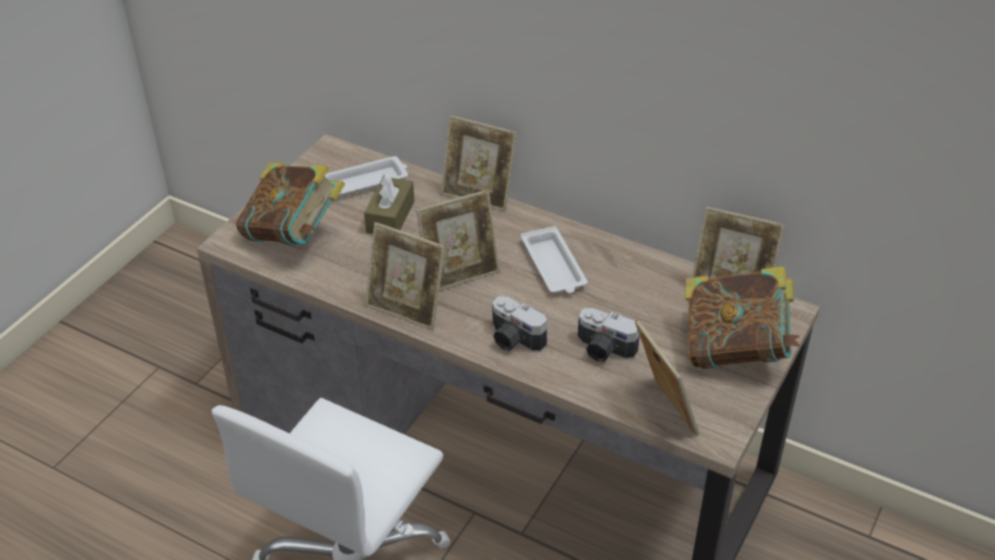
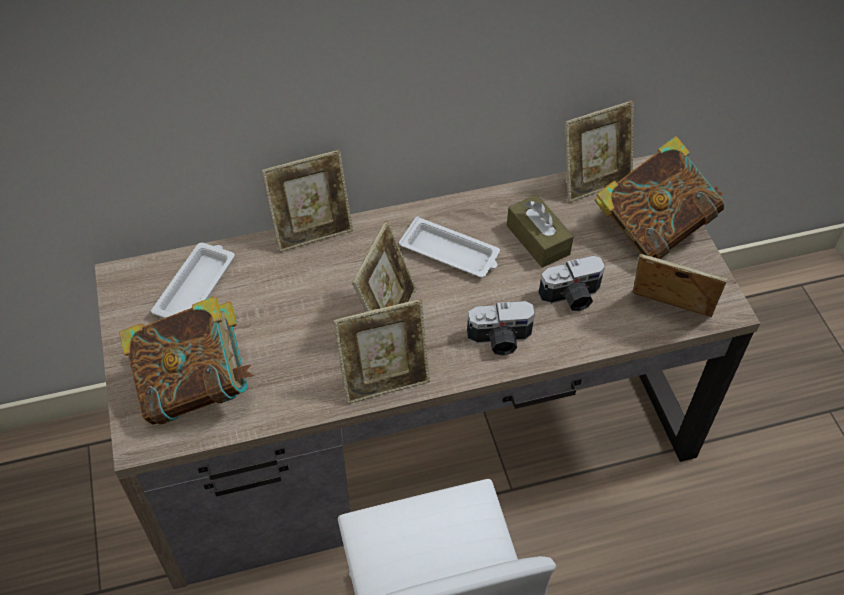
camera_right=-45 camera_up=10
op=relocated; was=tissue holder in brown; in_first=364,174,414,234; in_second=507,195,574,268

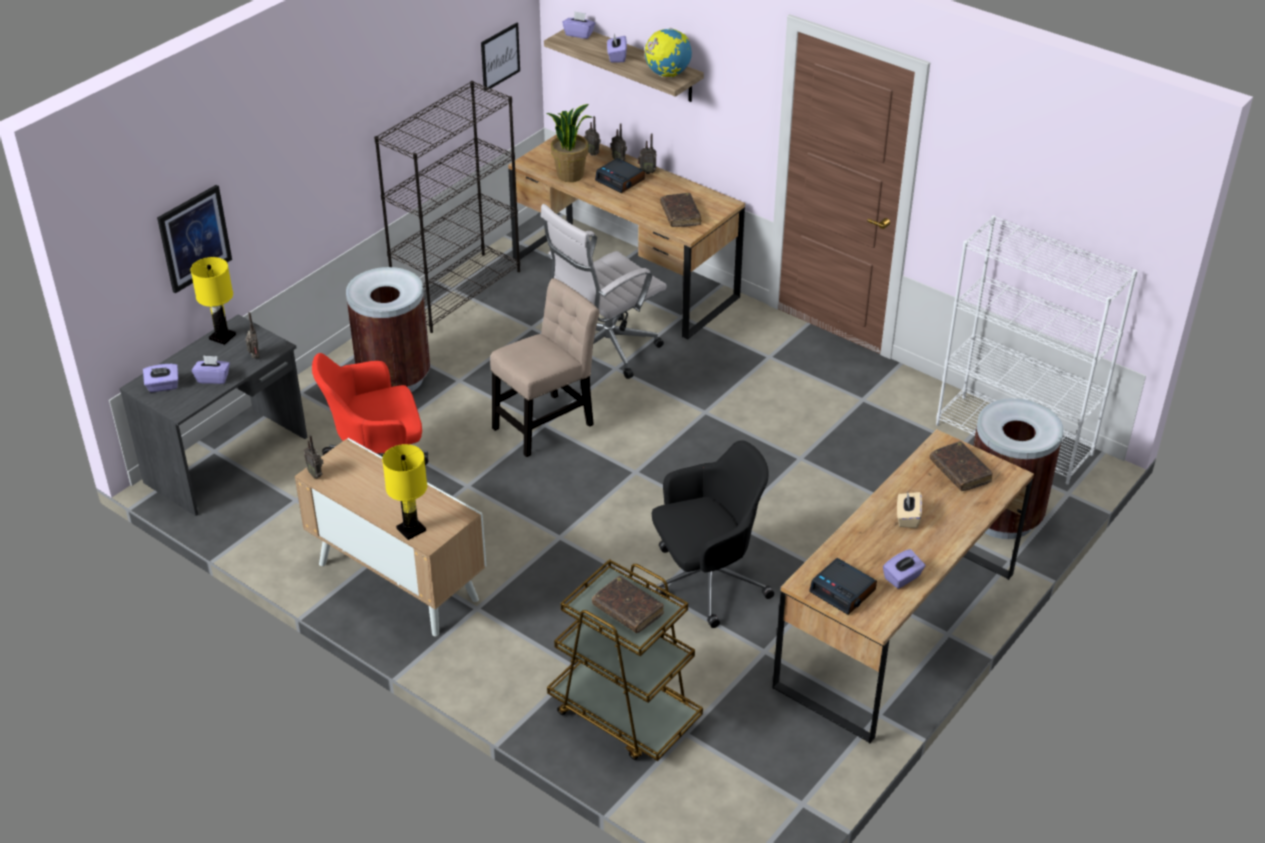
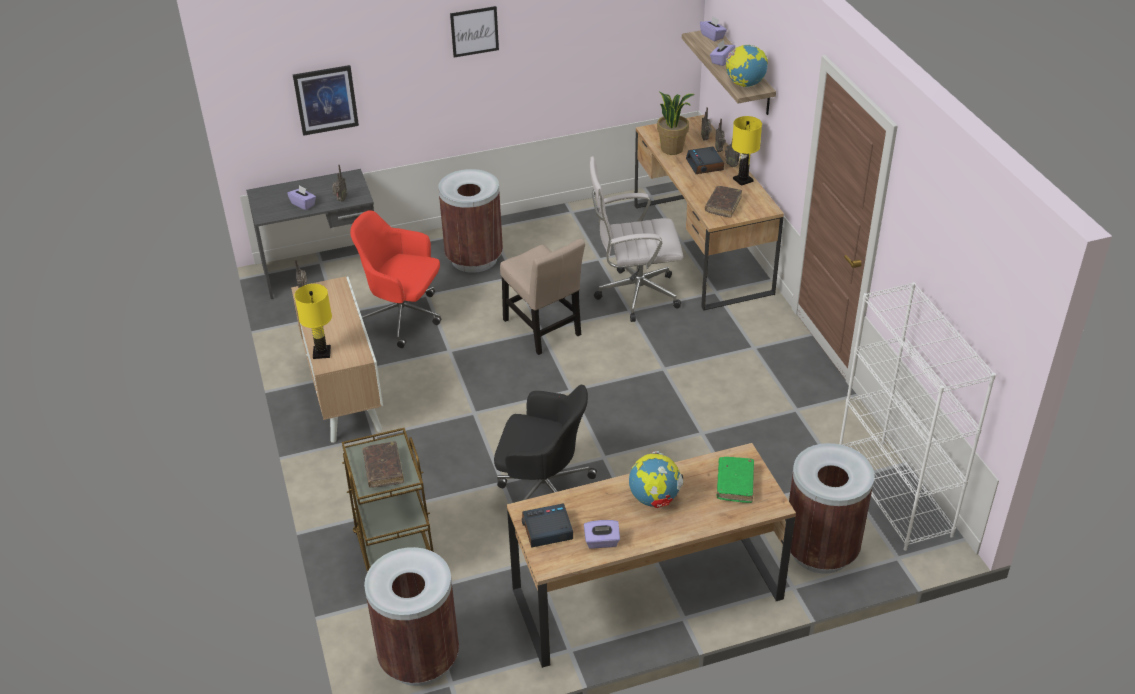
camera_right=35 camera_up=0
op=appeared; now=rubbish bin in brown; in_second=364,547,459,686
op=relocated; was=wall picture; in_first=481,23,520,92; in_second=450,6,499,57
op=spun; was=plain chair in beige; in_first=490,278,600,457; in_second=500,239,585,355; clockwise=60
op=spun; was=alarm clock; in_first=809,558,877,615; in_second=522,503,573,548; clockwise=90
op=exchanged; was=tissue holder in beige; now=world globe; in_first=897,492,922,528; in_second=629,451,683,508
op=colour; was=volume in brown; now=volume in green-coloured; in_first=930,441,993,491; in_second=717,457,754,503
op=relocated; was=tabletop lamp in yellow-coloured; in_first=190,257,236,345; in_second=732,116,762,186
op=missing; was=tissue holder in purple-coloured; in_first=143,364,179,392
op=missing; was=bookcase in black-coloured; in_first=374,81,520,333

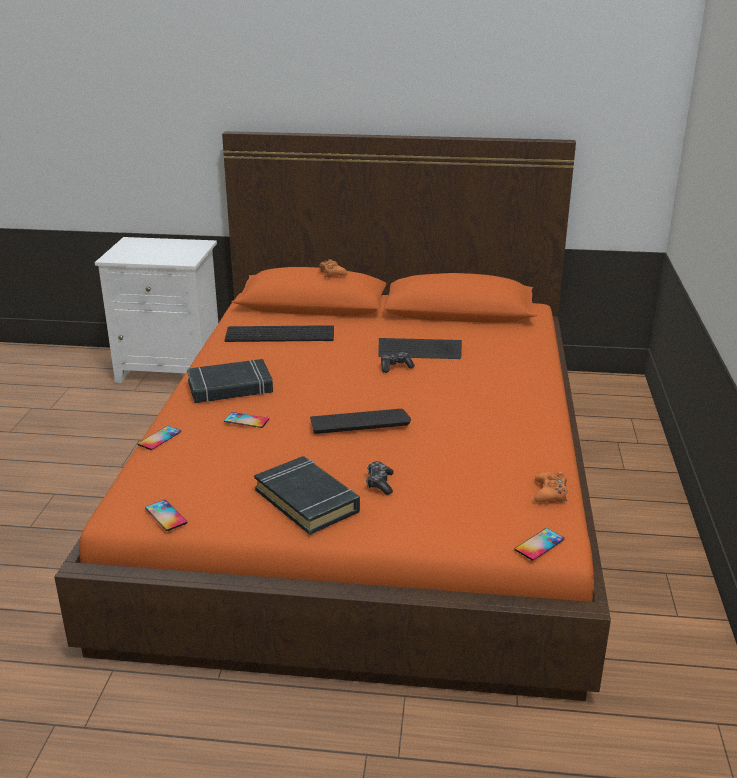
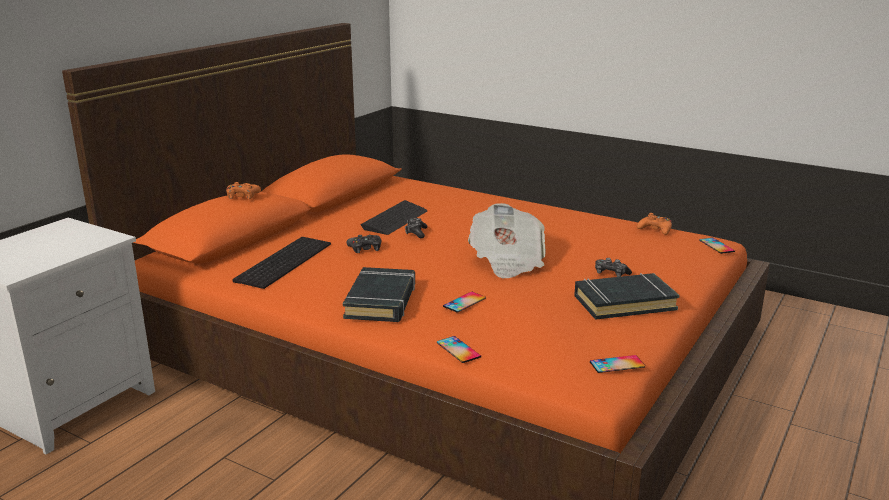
camera_right=-65 camera_up=-5
op=appeared; now=game controller in black-coloured; in_second=347,234,381,253
op=exchanged; was=keyboard; now=newspaper; in_first=310,409,411,434; in_second=468,203,546,279

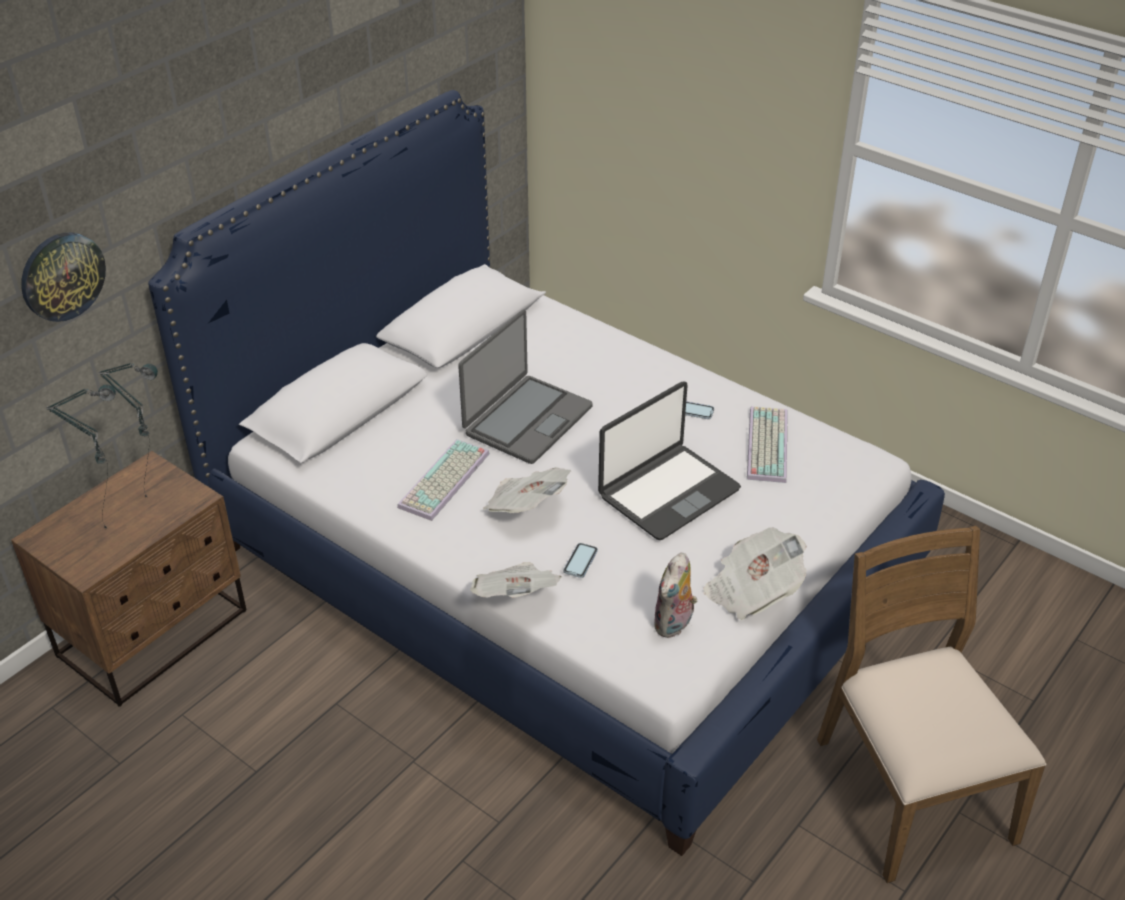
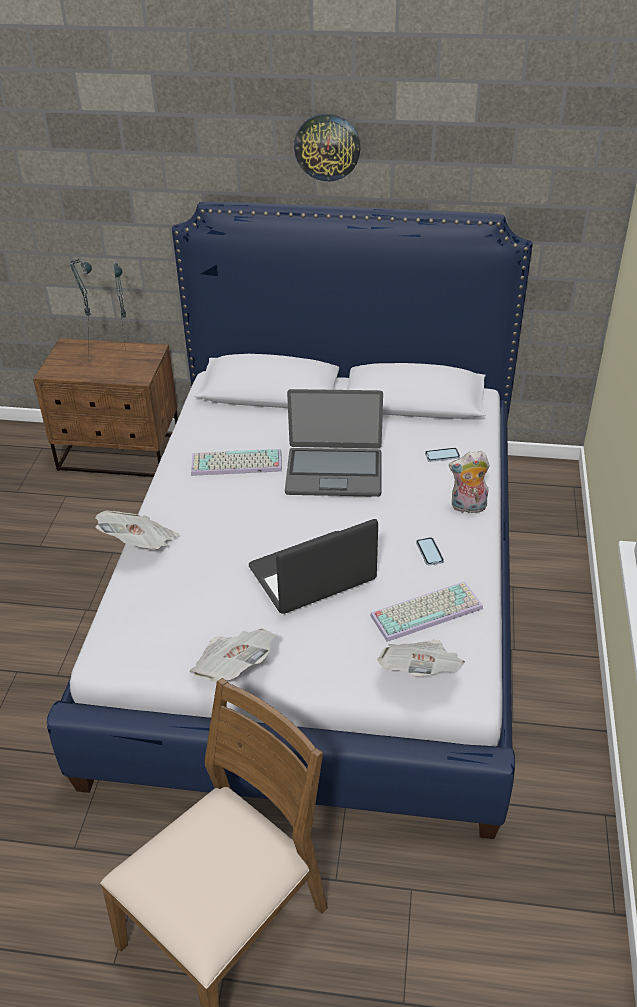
camera_right=60 camera_up=0
op=spun; was=notebook computer; in_first=598,381,741,540; in_second=249,519,378,614; clockwise=135
op=relocated; was=wall clock; in_first=21,233,106,322; in_second=294,114,360,181
op=relocated; was=newspaper; in_first=483,467,571,513; in_second=377,640,465,676
op=relocated; was=handset; in_first=563,543,598,578; in_second=425,448,460,462
op=relocated; was=cuddly toy; in_first=654,552,697,638; in_second=449,451,490,513

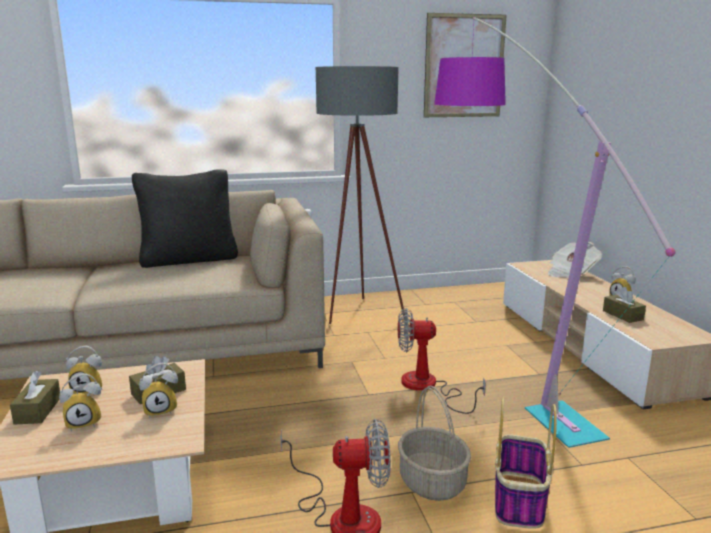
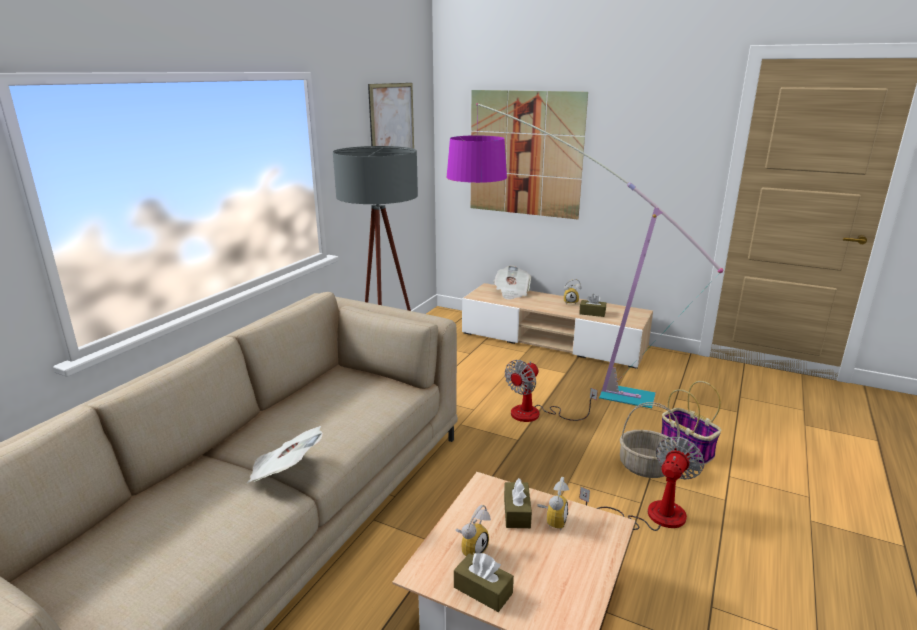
camera_right=-50 camera_up=5
op=appeared; now=newspaper; in_second=247,426,323,483
op=appeared; now=wall picture; in_second=471,90,588,219
op=missing; was=alarm clock; in_first=59,373,101,432
op=missing; was=throw pillow in black-coloured; in_first=132,169,238,268

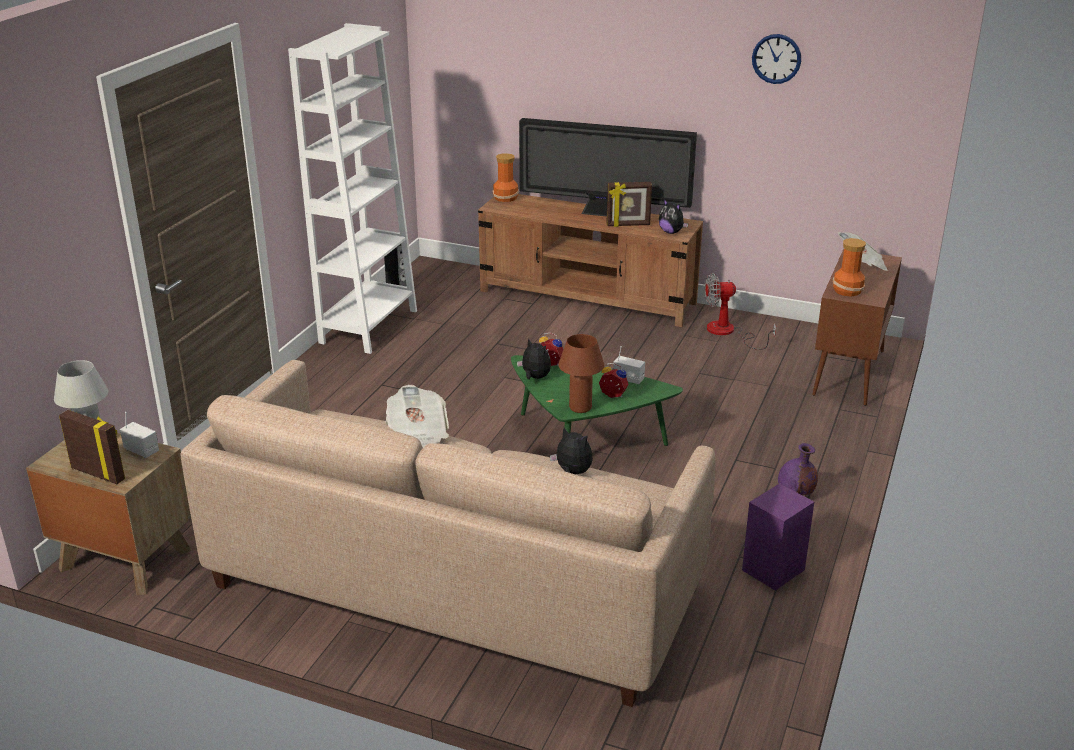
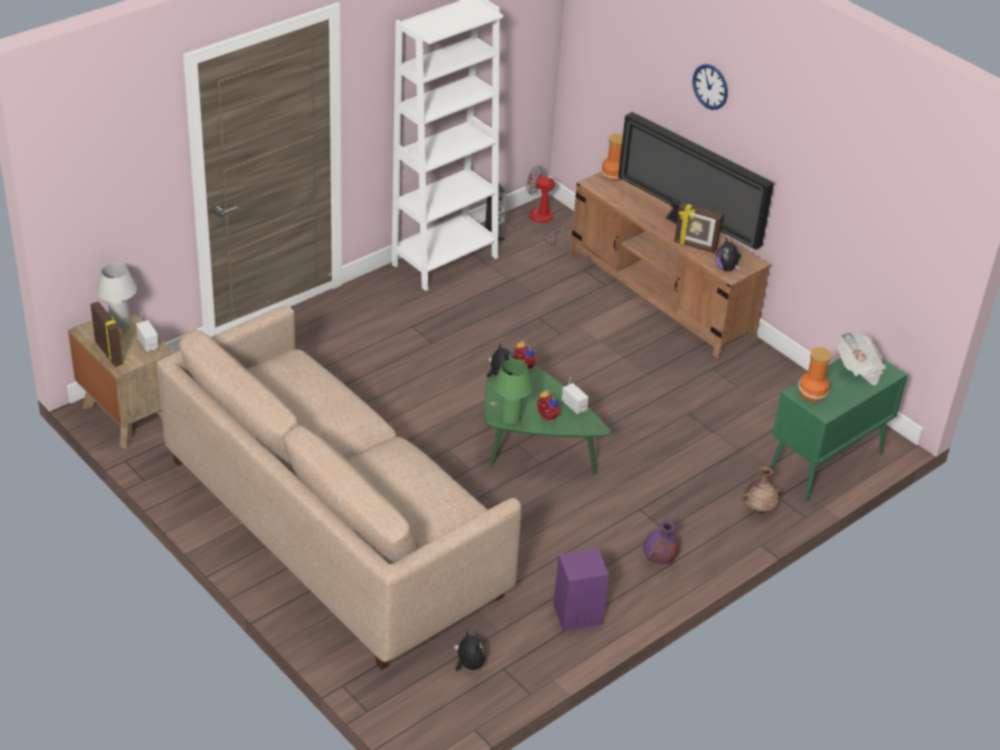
camera_right=25 camera_up=10
op=relocated; was=cuddly toy; in_first=550,428,593,474; in_second=454,630,486,671
op=colour; was=tabletop lamp in brown; now=tabletop lamp in green-coloured; in_first=558,334,604,413; in_second=493,359,534,425
op=relocated; was=cooling fan; in_first=705,273,776,350; in_second=526,165,563,245
op=relocated; was=wall clock; in_first=752,34,801,84; in_second=693,64,728,110
op=appeared; now=vase in brown; in_second=742,466,782,513
op=colour; was=cabinet in brown; now=cabinet in green-coloured; in_first=812,249,902,406; in_second=770,358,908,502
op=missing; was=newspaper; in_first=385,385,449,447

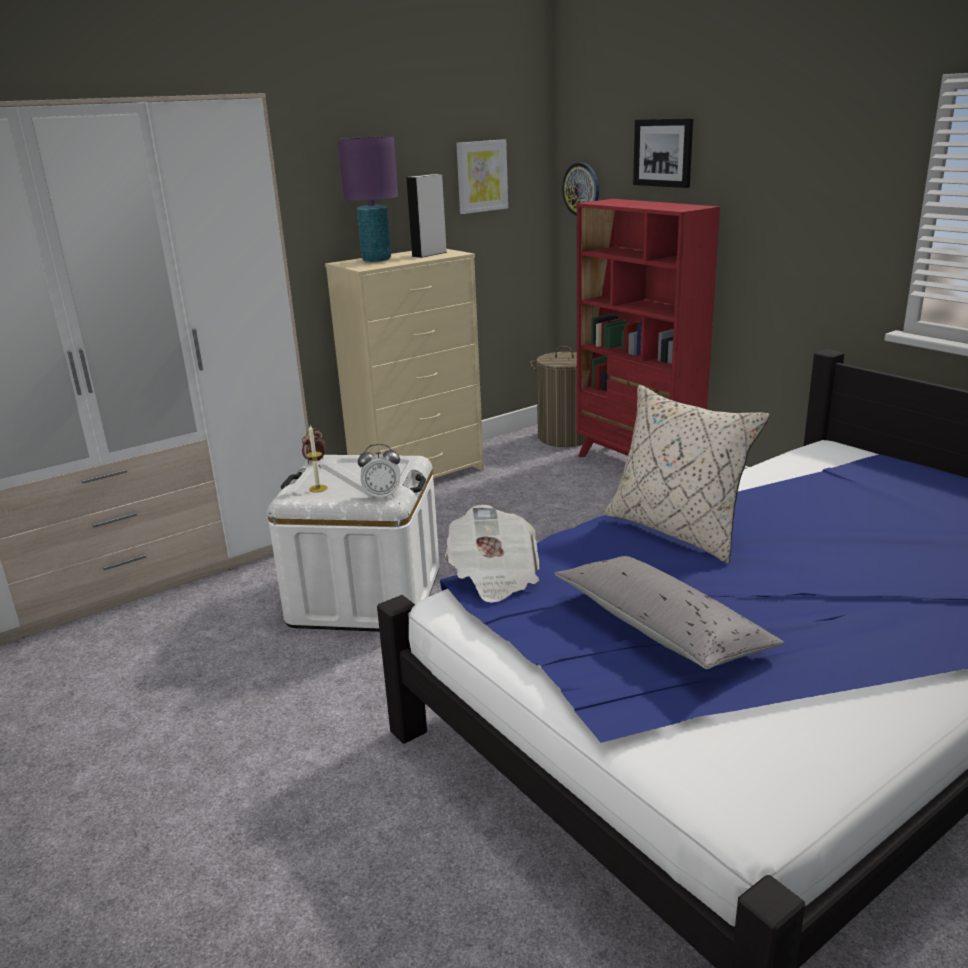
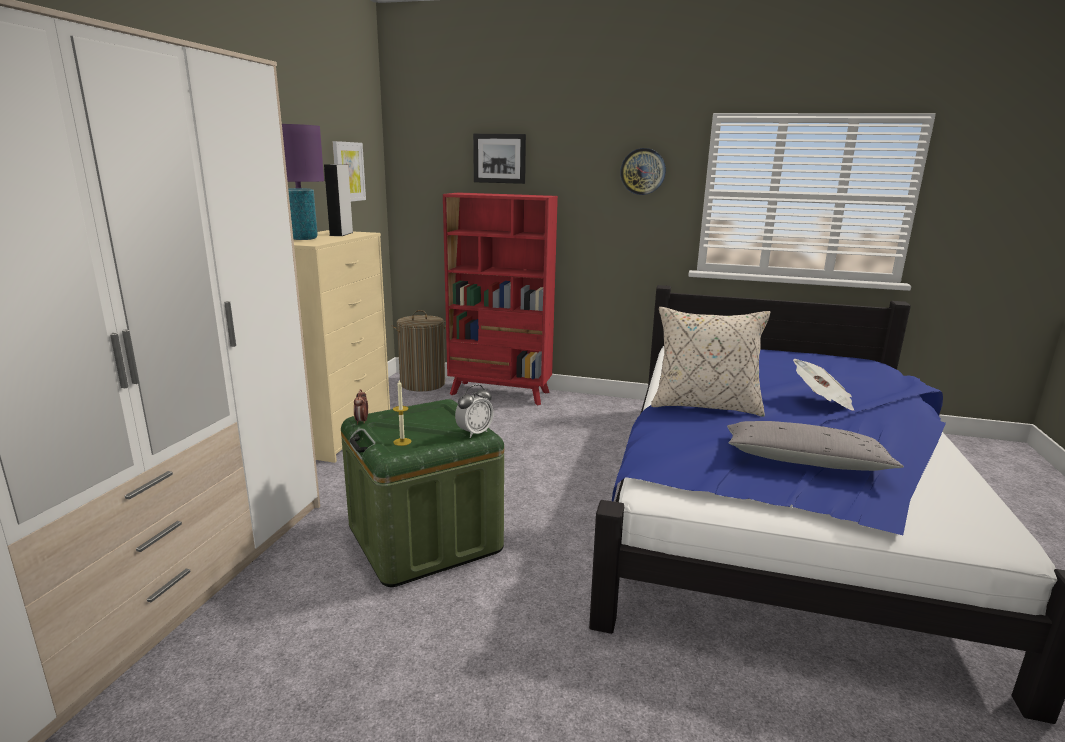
camera_right=-40 camera_up=-5
op=colour; was=storage box in white; now=storage box in green-coloured; in_first=267,455,440,632; in_second=341,399,504,587
op=relocated; was=wall clock; in_first=562,163,599,216; in_second=620,148,666,195
op=relocated; was=newspaper; in_first=445,505,539,603; in_second=793,359,854,411

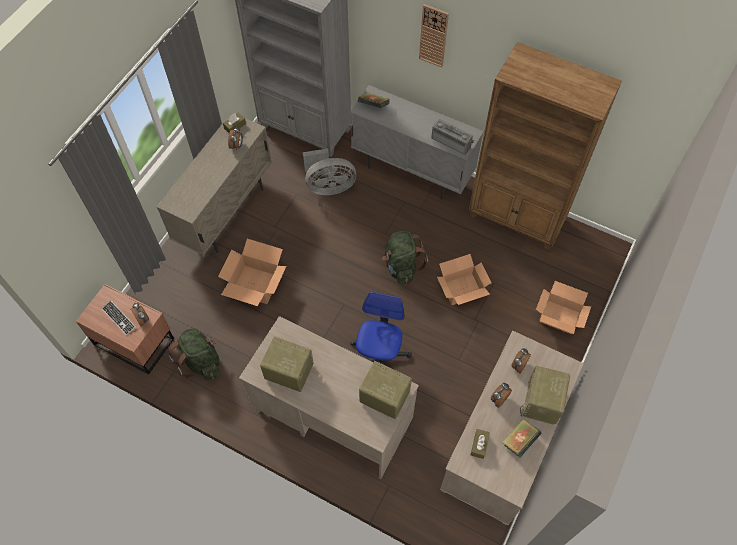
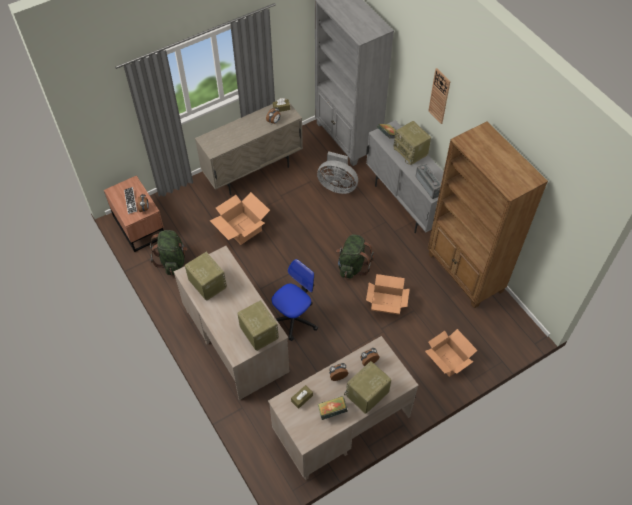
camera_right=30 camera_up=-5
op=appeared; now=radio; in_second=393,121,431,165

